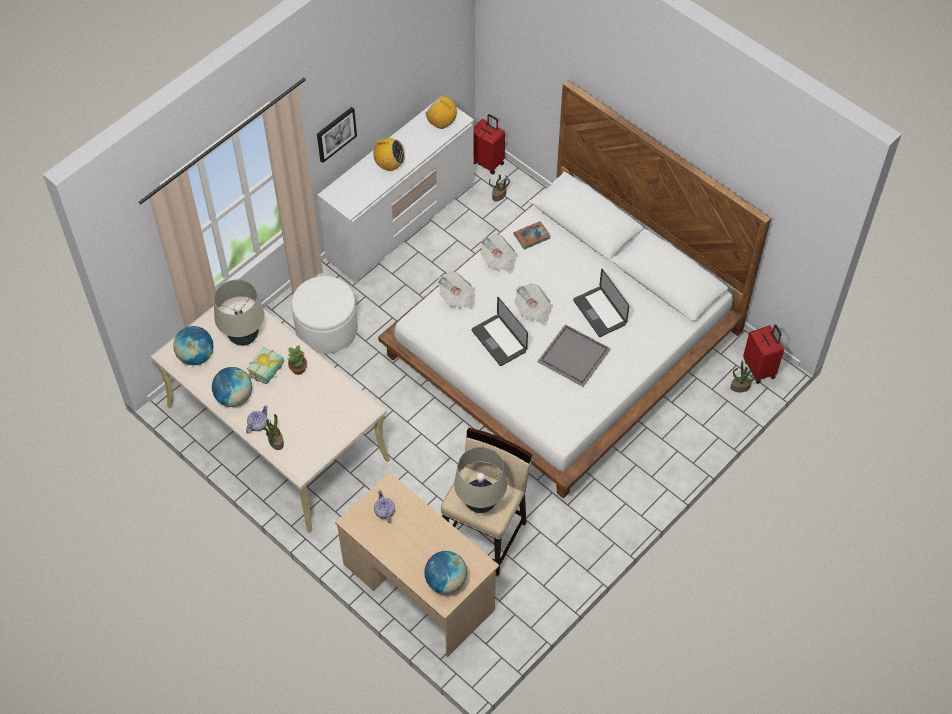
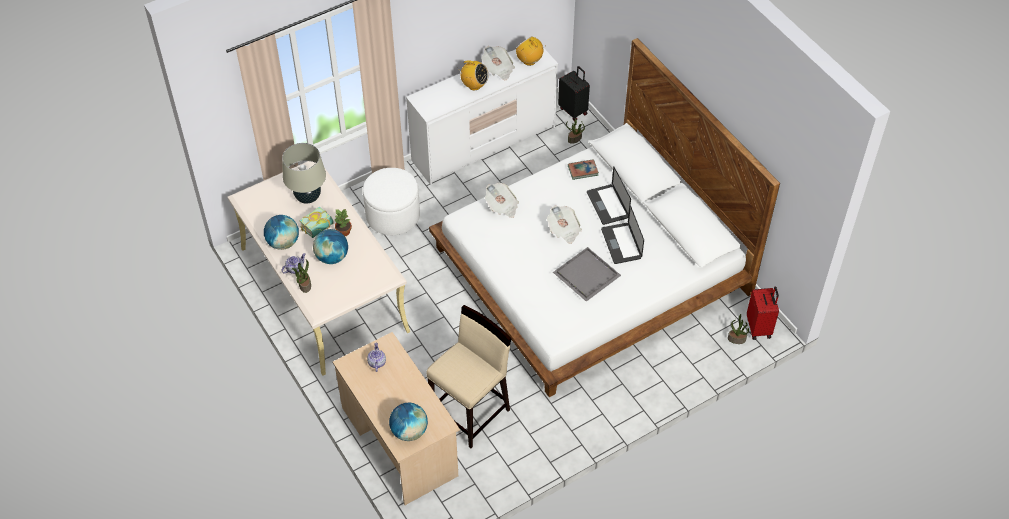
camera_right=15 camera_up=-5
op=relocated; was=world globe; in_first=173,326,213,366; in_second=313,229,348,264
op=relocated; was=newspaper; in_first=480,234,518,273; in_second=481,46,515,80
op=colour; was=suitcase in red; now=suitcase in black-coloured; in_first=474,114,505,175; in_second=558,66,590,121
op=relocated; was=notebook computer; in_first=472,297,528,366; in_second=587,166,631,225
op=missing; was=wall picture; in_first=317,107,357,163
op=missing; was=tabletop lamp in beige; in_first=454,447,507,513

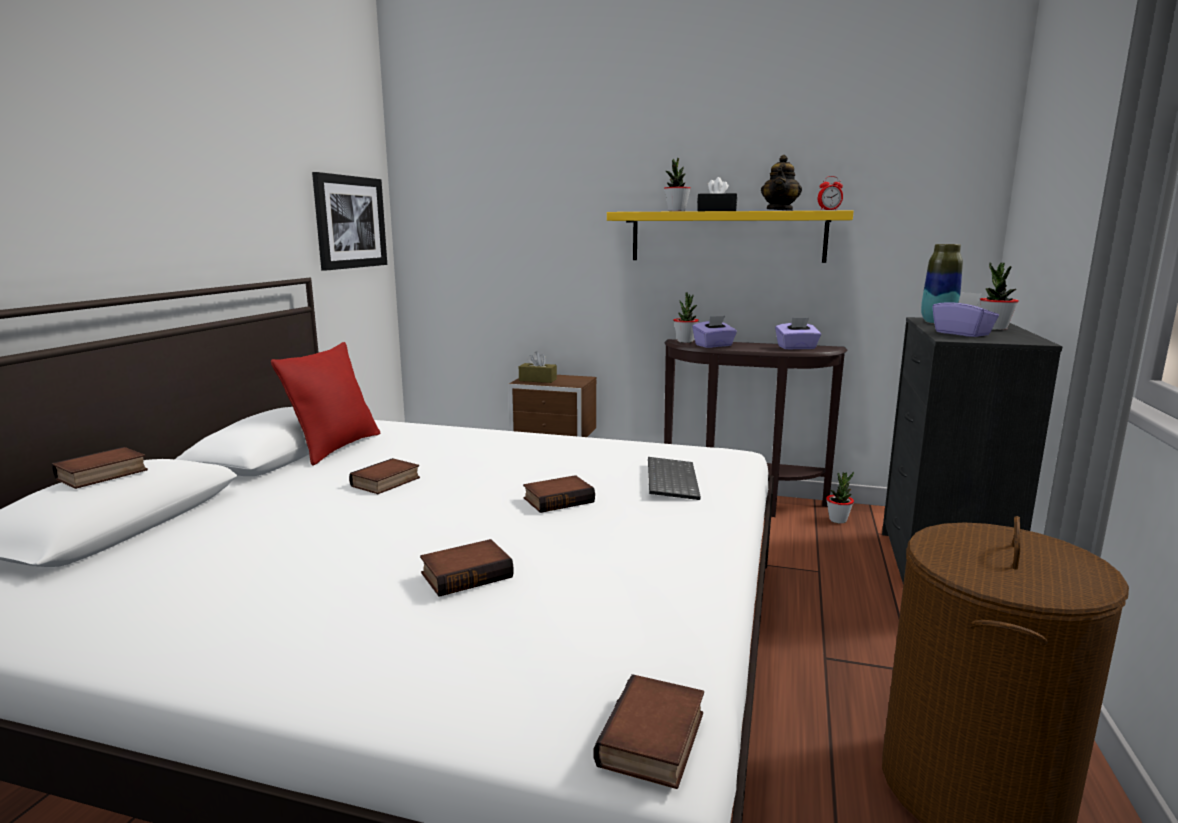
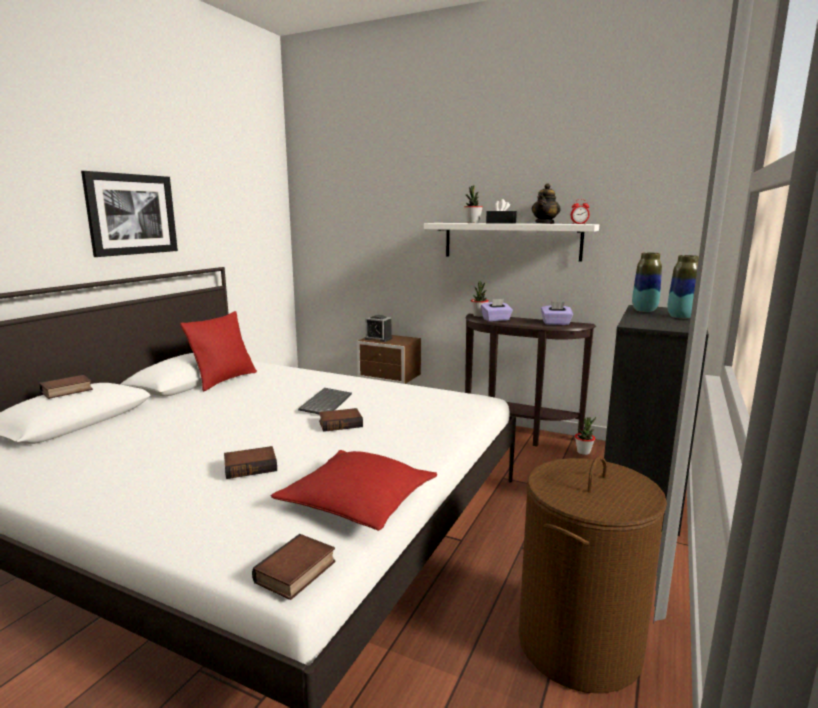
camera_right=10 camera_up=0
op=relocated; was=wall picture; in_first=312,172,387,271; in_second=81,171,178,257
op=appeared; now=throw pillow in red; in_second=271,450,437,531
op=relocated; was=keyboard; in_first=648,457,701,500; in_second=298,388,352,414
op=exchanged; was=tissue holder in brown; now=alarm clock; in_first=519,351,557,383; in_second=365,315,393,342
op=colour; was=shelf in yellow-coloured; now=shelf in white; in_first=607,211,854,263; in_second=424,223,599,262
op=exchanged; was=plant in a pot; now=vase; in_first=980,263,1019,330; in_second=667,255,699,319
op=missing; was=volume; in_first=349,458,420,494
op=missing; was=tissue holder in purple-coloured; in_first=932,292,999,337

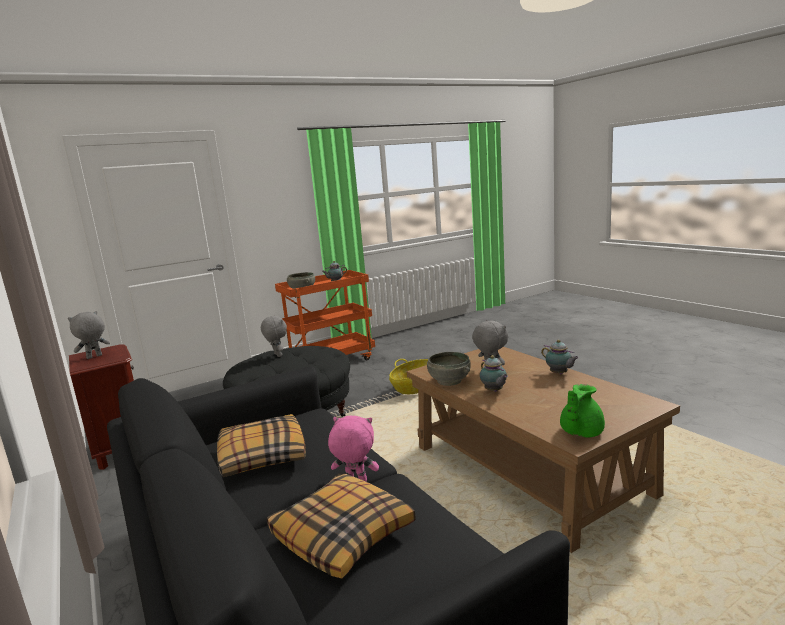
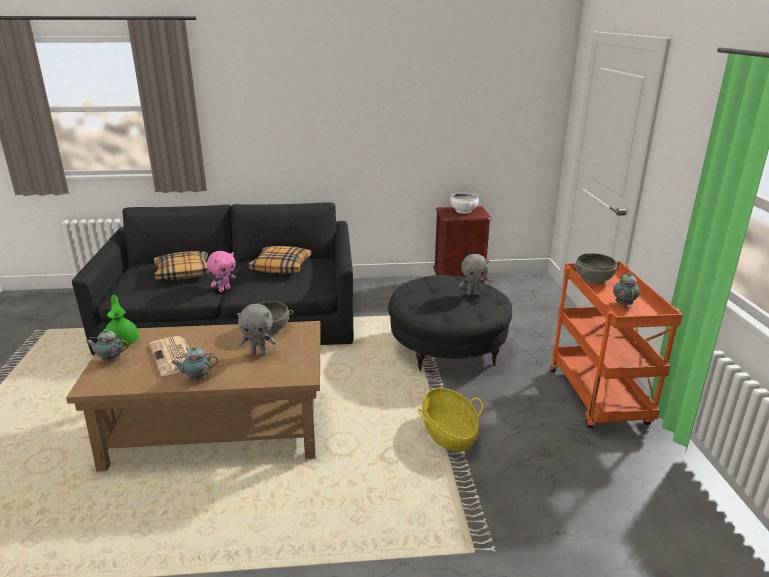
camera_right=115 camera_up=10
op=relocated; was=pot for tea; in_first=480,355,508,392; in_second=86,329,129,362
op=appeared; now=newspaper; in_second=150,336,190,376
op=exchanged; was=cuddly toy in grey; now=serving bowl in white; in_first=68,311,110,359; in_second=450,193,479,214

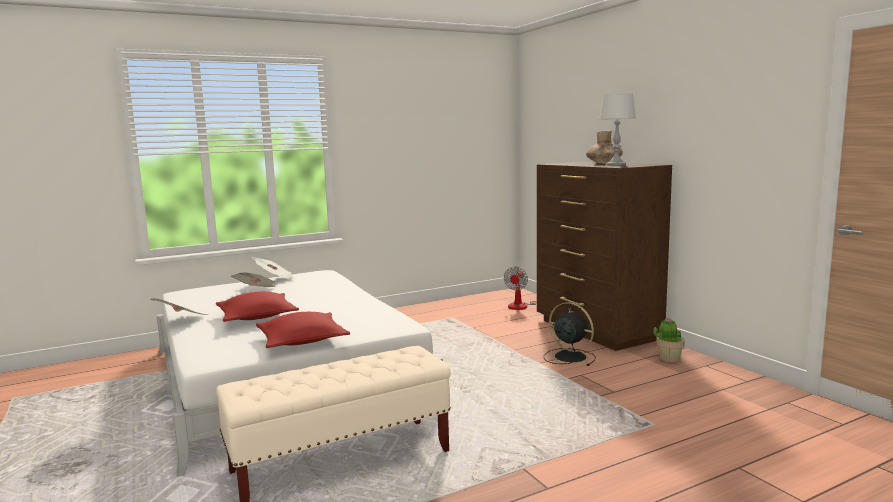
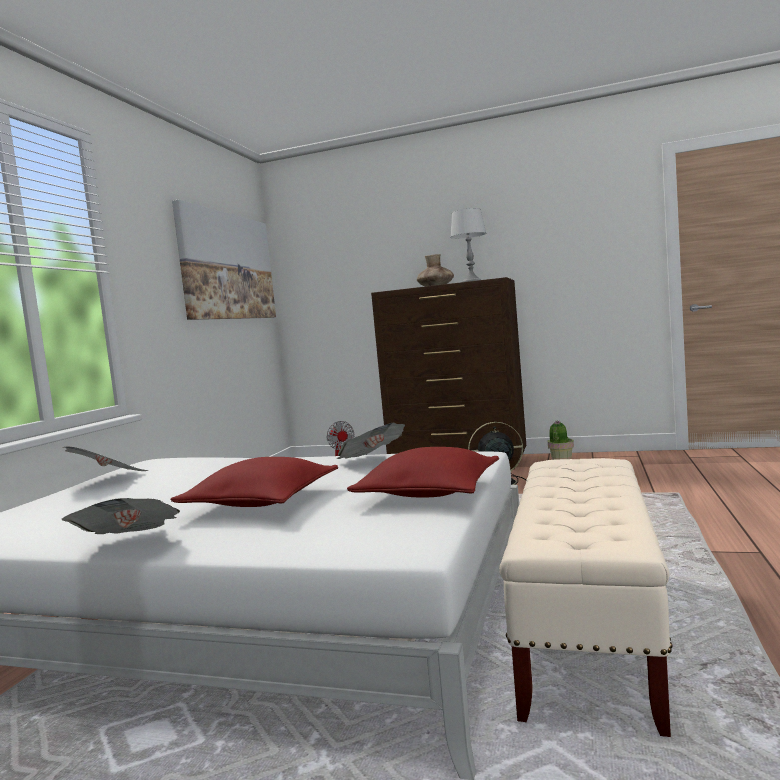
camera_right=-45 camera_up=-5
op=appeared; now=wall picture; in_second=172,200,276,320
op=relocated; was=newspaper; in_first=231,273,275,287; in_second=337,423,405,459

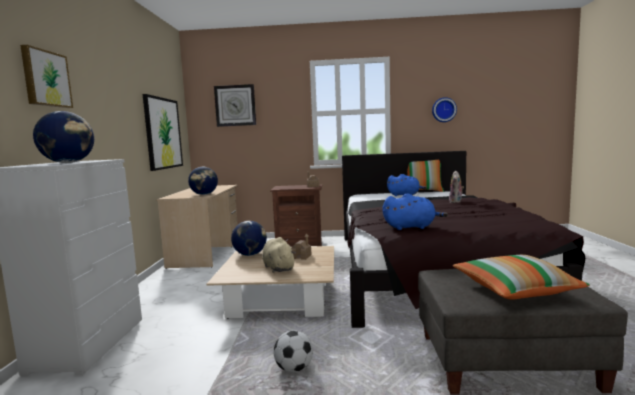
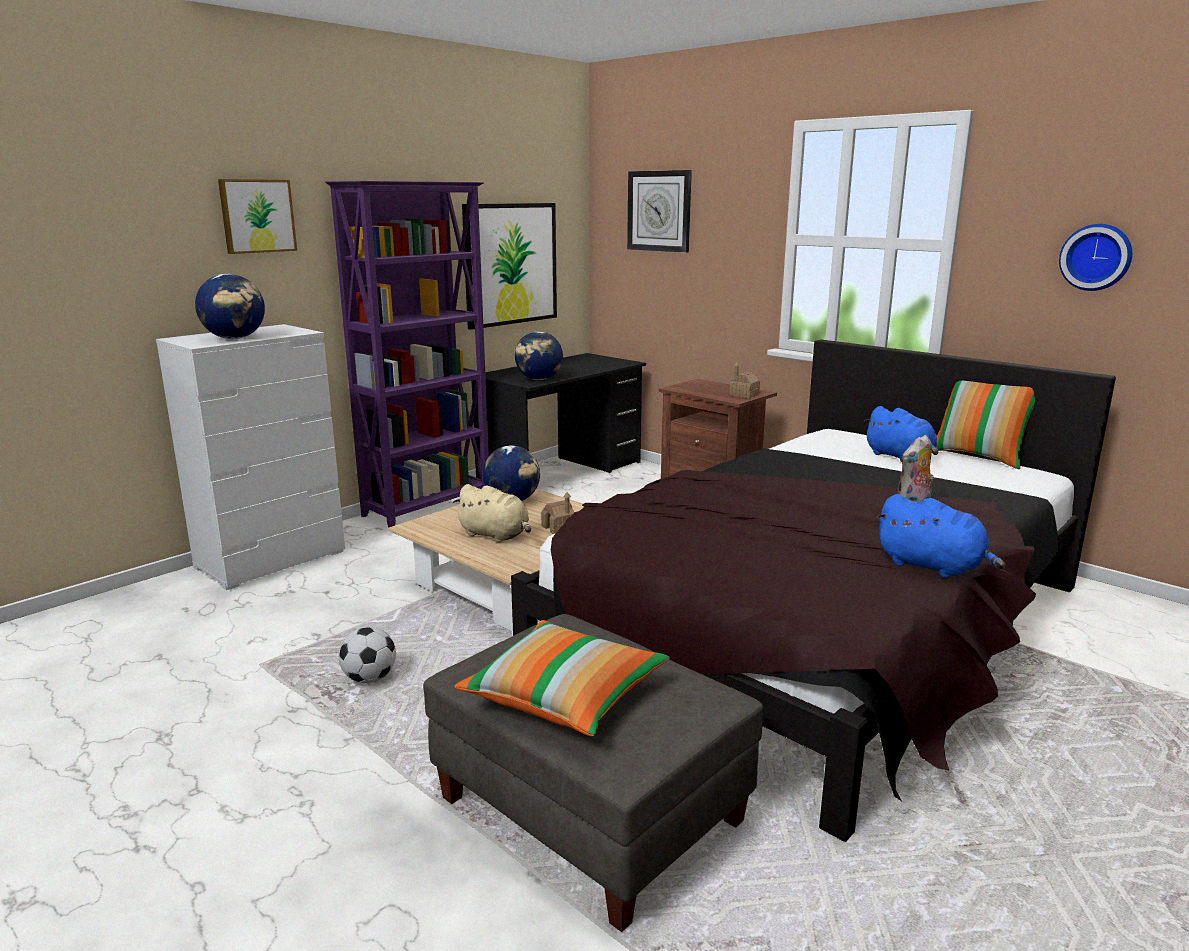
camera_right=40 camera_up=10
op=appeared; now=bookcase in purple-coloured; in_second=325,181,489,528
op=spun; was=cuddly toy in beige; in_first=262,237,296,273; in_second=453,484,531,542; clockwise=105
op=colour; was=desk unit in beige; now=desk unit in black-coloured; in_first=156,185,238,269; in_second=472,353,646,479
op=relocated; was=cuddly toy in blue-coloured; in_first=382,193,448,230; in_second=876,494,1005,578

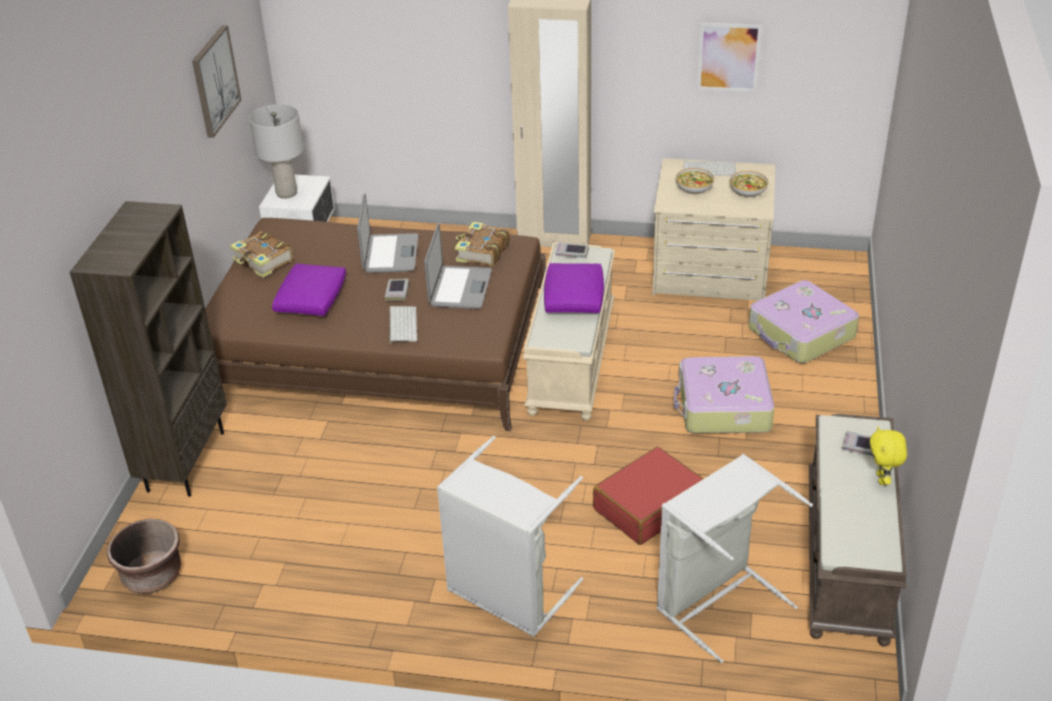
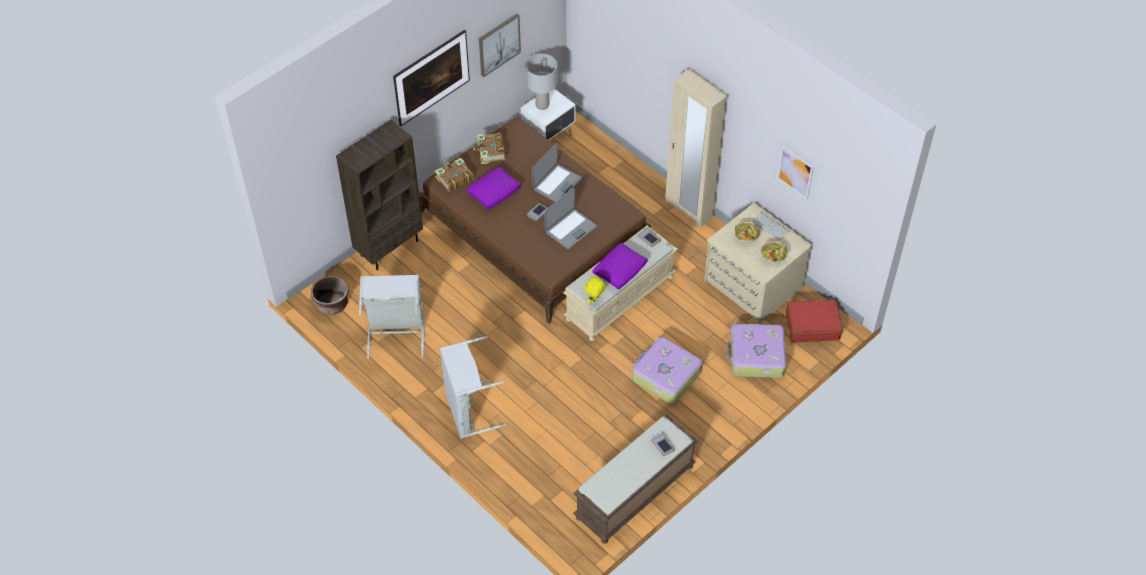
camera_right=35 camera_up=15
op=relocated; was=washing basket in grey; in_first=657,454,813,663; in_second=359,274,425,359
op=appeared; now=wall picture; in_second=393,30,470,126
op=relocated; was=volume; in_first=455,222,510,266; in_second=435,158,474,192
op=relocated; was=cuddly toy in yellow-coloured; in_first=870,426,907,485; in_second=584,275,606,304
op=relocated; was=suitcase in red; in_first=593,447,704,545; in_second=786,299,843,342
op=missing; was=keyboard; in_first=389,306,417,344

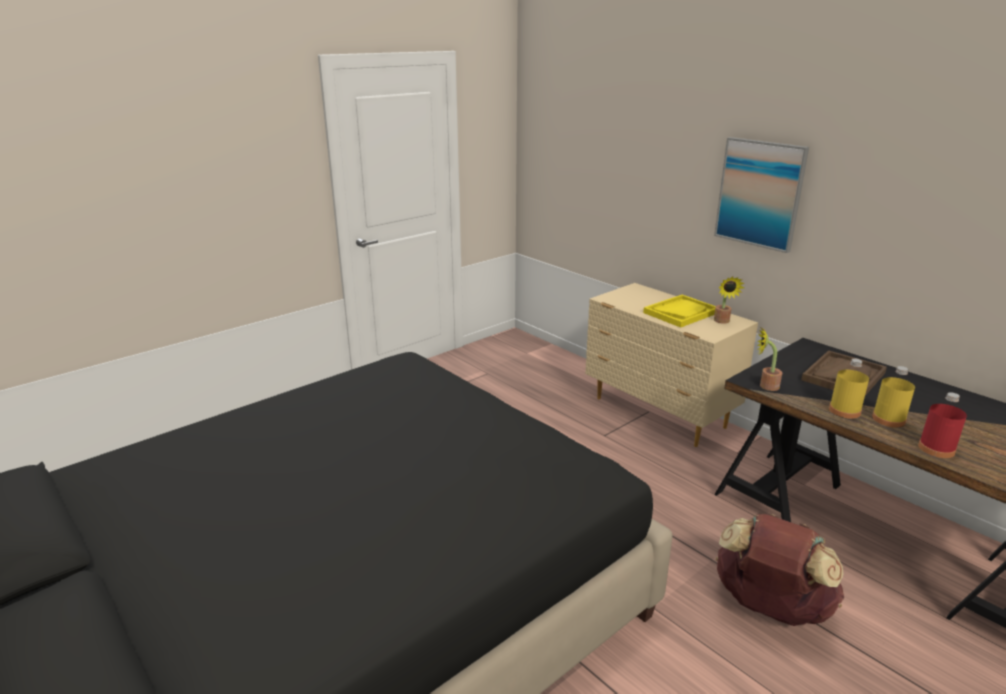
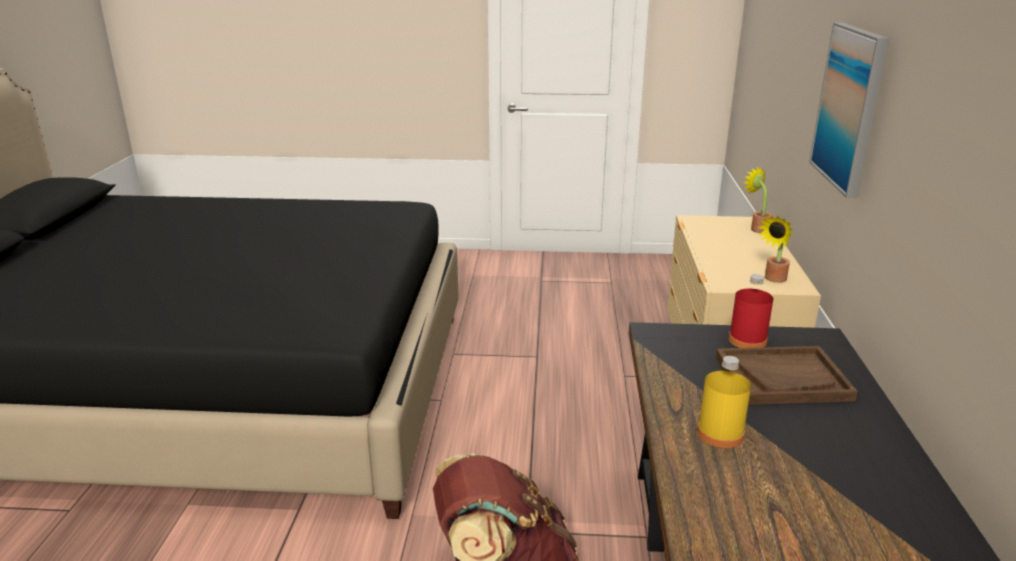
camera_right=45 camera_up=0
op=relocated; was=bottle in red; in_first=918,392,967,458; in_second=729,274,773,348
op=relocated; was=plant in a pot; in_first=757,327,782,391; in_second=743,167,773,233
op=missing; was=carrying tray in yellow-coloured; in_first=643,295,716,328
op=missing; was=bottle in yellow-coloured; in_first=829,359,869,419

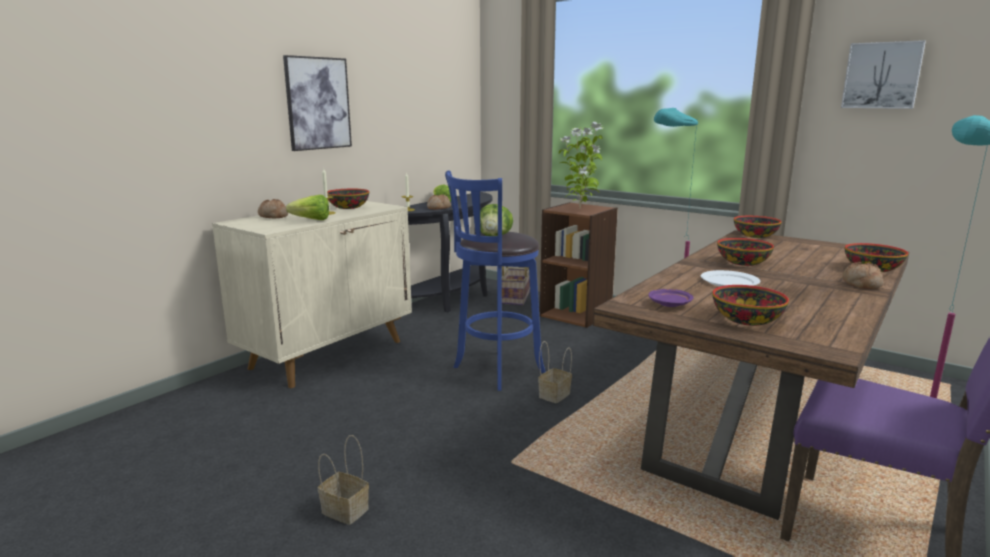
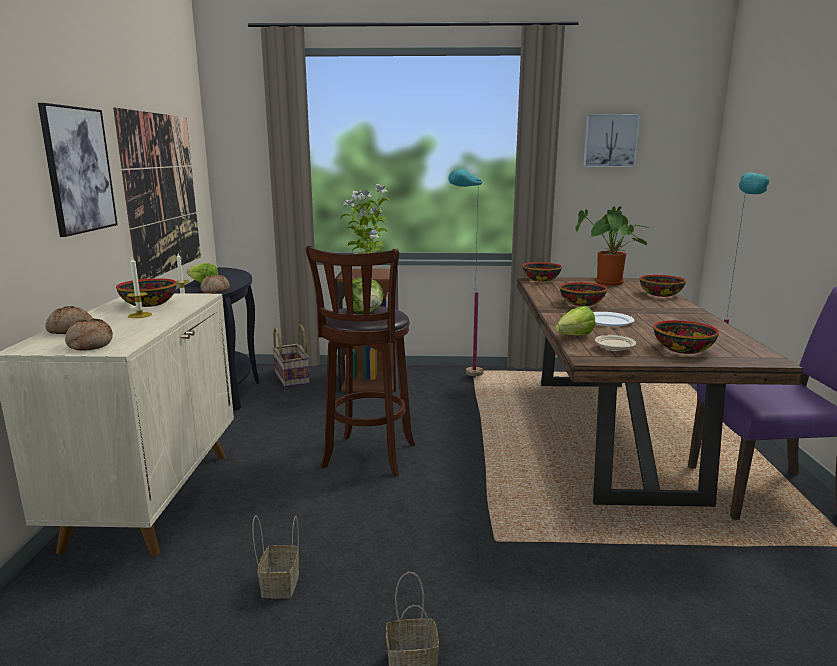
camera_right=-35 camera_up=0
op=relocated; was=baked bread; in_first=842,262,883,289; in_second=65,318,113,351
op=appeared; now=wall picture; in_second=113,107,201,280
op=relocated; was=basket; in_first=538,341,572,403; in_second=252,515,299,599
op=colour; was=sitting stool in blue-coloured; now=sitting stool in brown; in_first=445,170,546,391; in_second=305,245,415,477
op=relocated; was=lettuce; in_first=286,195,329,220; in_second=555,306,596,335
op=appeared; now=plant in a pot; in_second=575,206,650,285
op=colour; was=flat dish in purple-coloured; now=flat dish in beige; in_first=649,289,694,307; in_second=595,335,636,351

